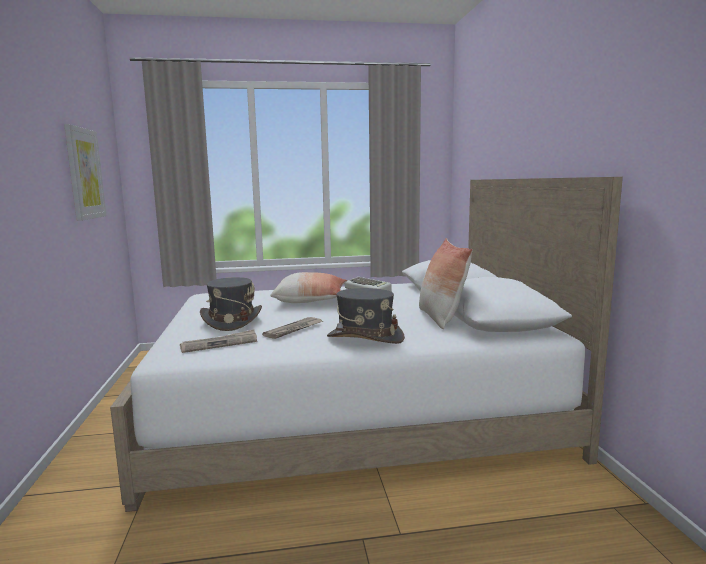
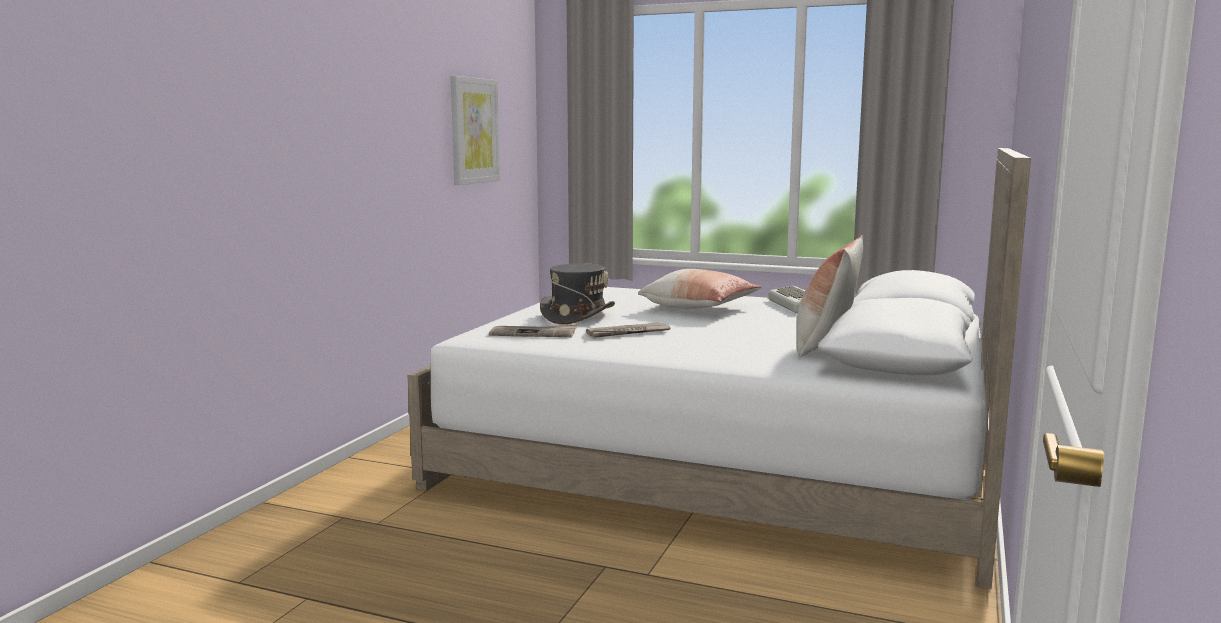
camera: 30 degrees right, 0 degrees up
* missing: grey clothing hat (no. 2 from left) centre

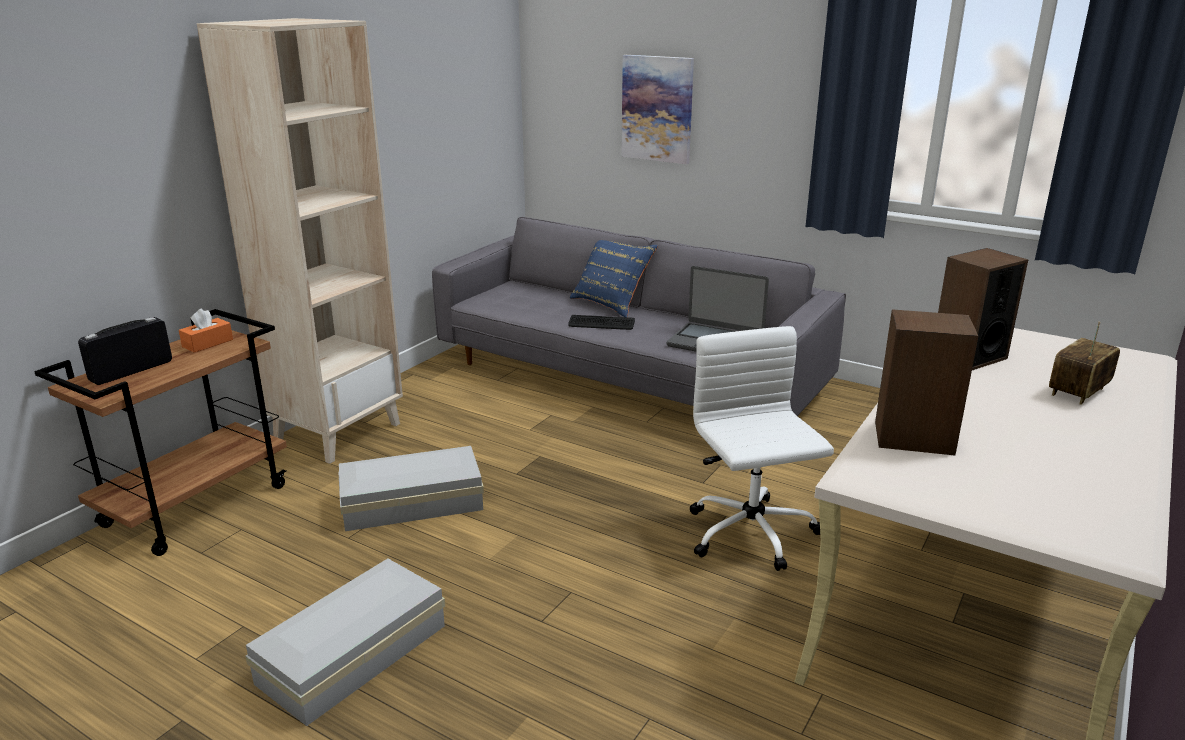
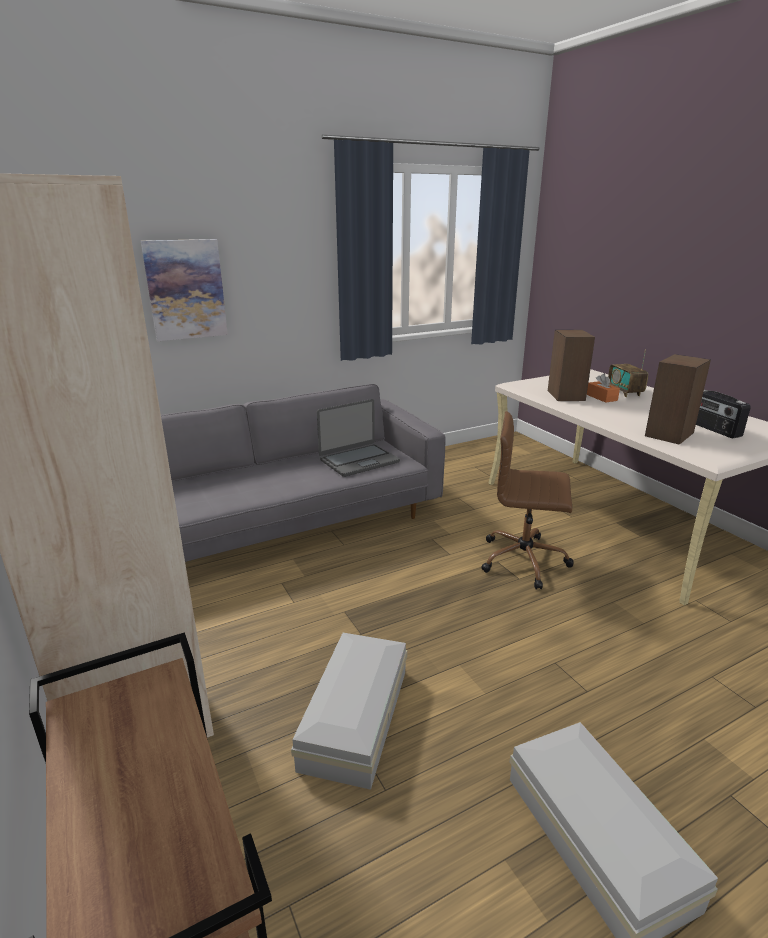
camera: 60 degrees left, 0 degrees up
* missing: blue pillow centre
* relocated: orange box of tissues middle left to middle right
* missing: PC keyboard centre
* relocated: radio receiver (no. 1 from left in the first image) middle left to radio receiver (no. 2 from left) middle right
* colour: whitish desk chair centre to brown desk chair middle right

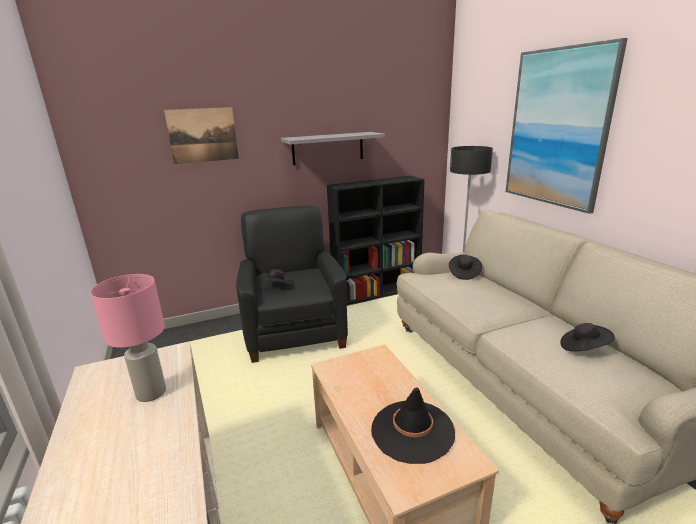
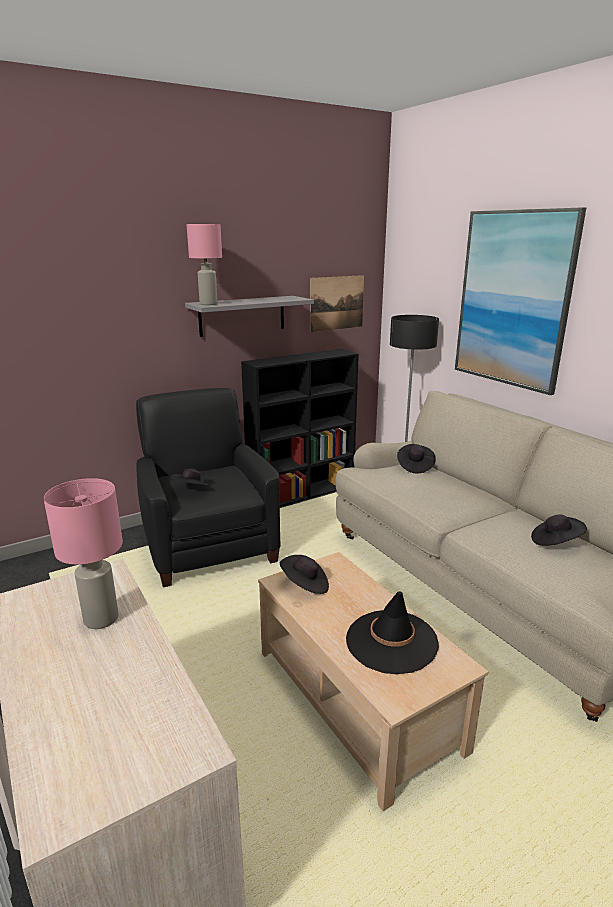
camera: 10 degrees left, 0 degrees up
* relocated: wall art (no. 1 from left) top left to centre
* appeared: pinkish tabletop lamp (no. 2 from left) top left
* appeared: blackish clothing hat (no. 2 from left) centre

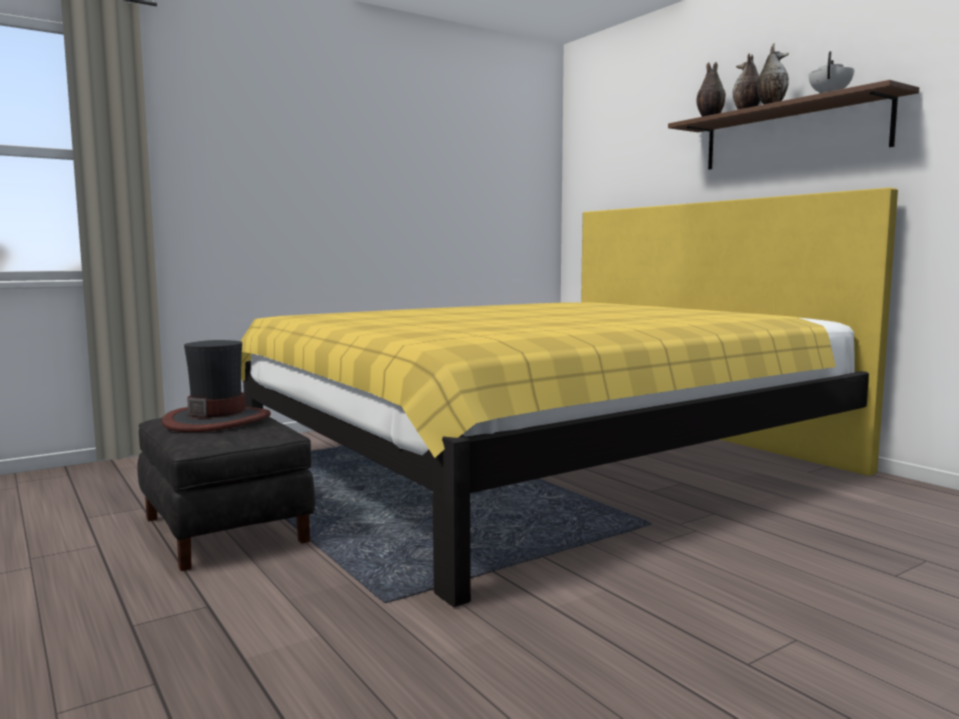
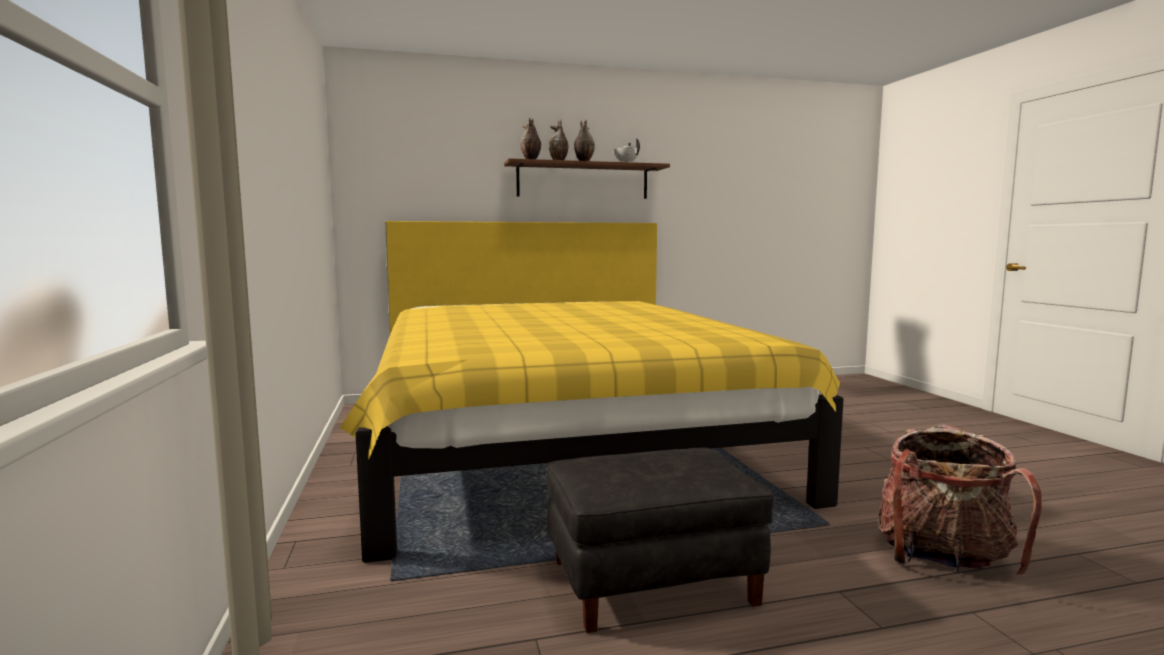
camera: 70 degrees left, 0 degrees up
* missing: clothing hat middle left
* appeared: knapsack bottom right

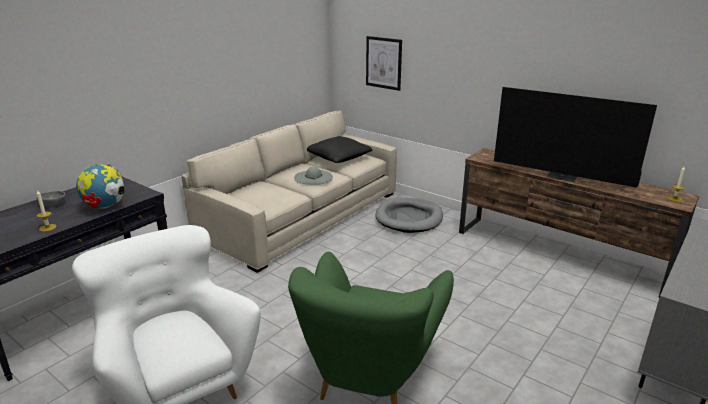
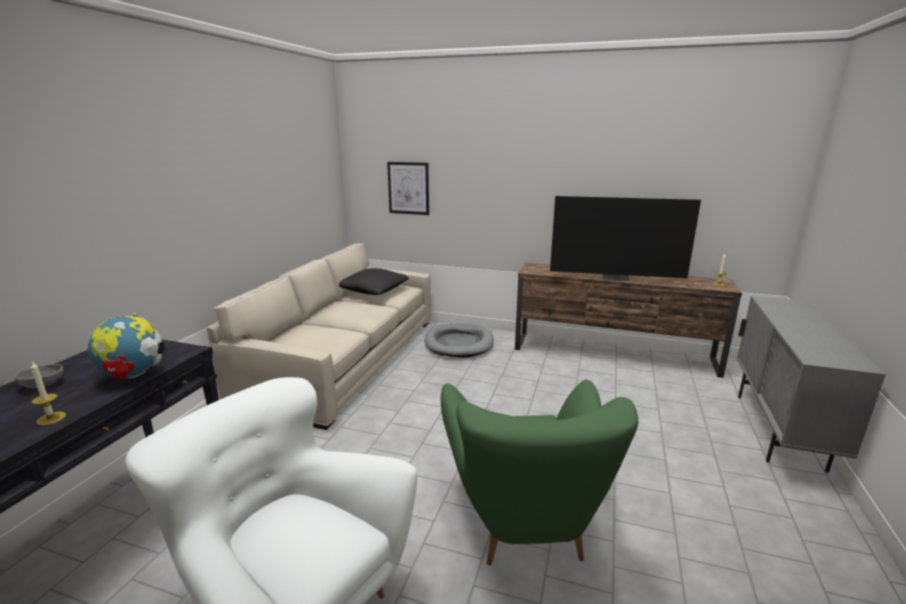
camera: 20 degrees left, 5 degrees down
* missing: grey clothing hat centre

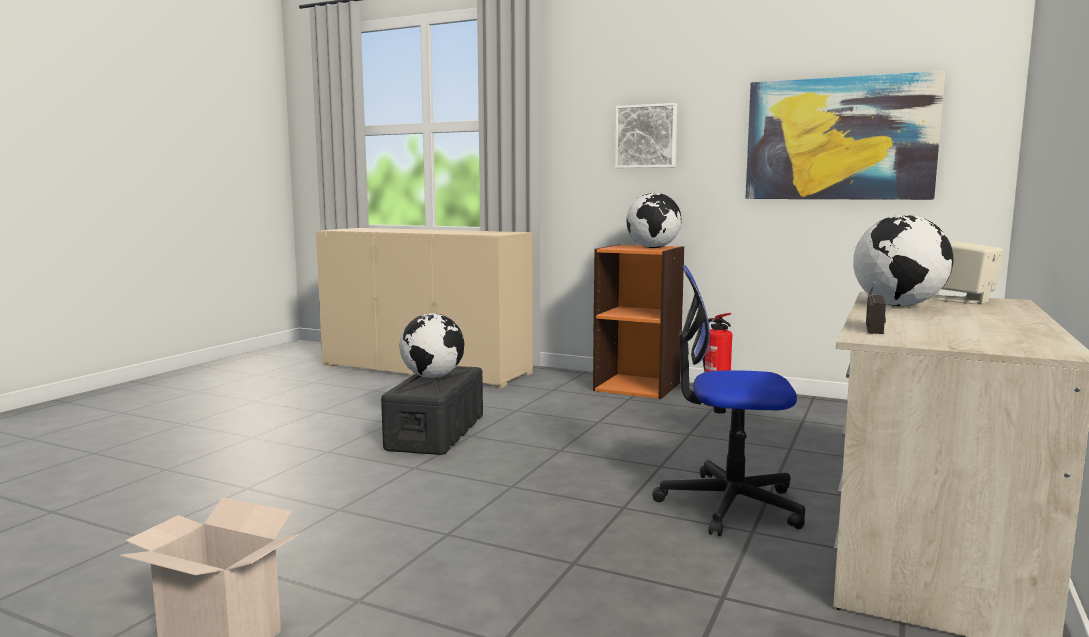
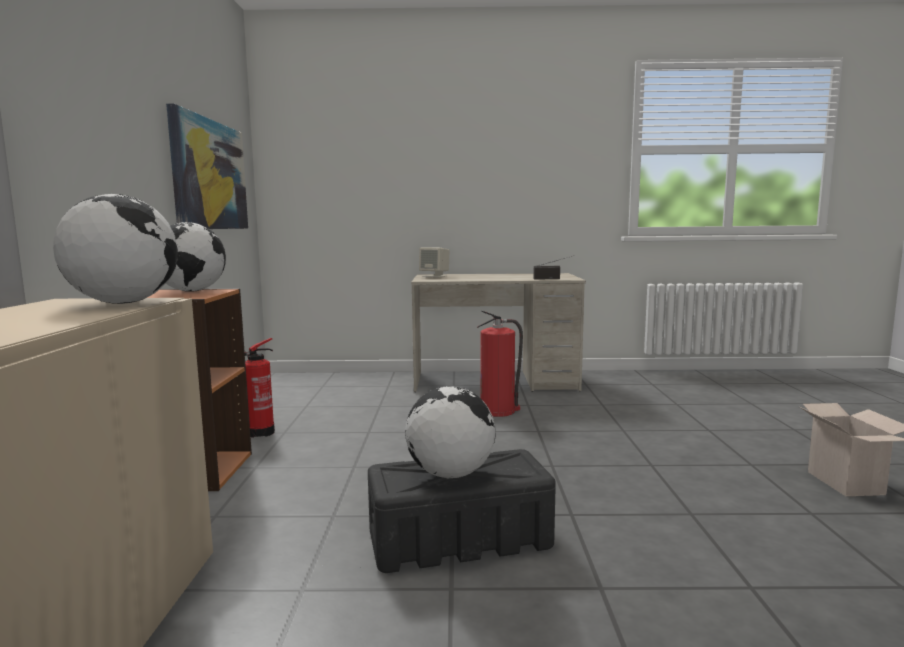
camera: 115 degrees left, 0 degrees up
* missing: wall art (no. 1 from left) top centre
* relocated: globe (no. 3 from left in the first image) middle right to globe (no. 1 from left) middle left
* exchanged: desk chair middle right to fire extinguisher (no. 2 from left) centre

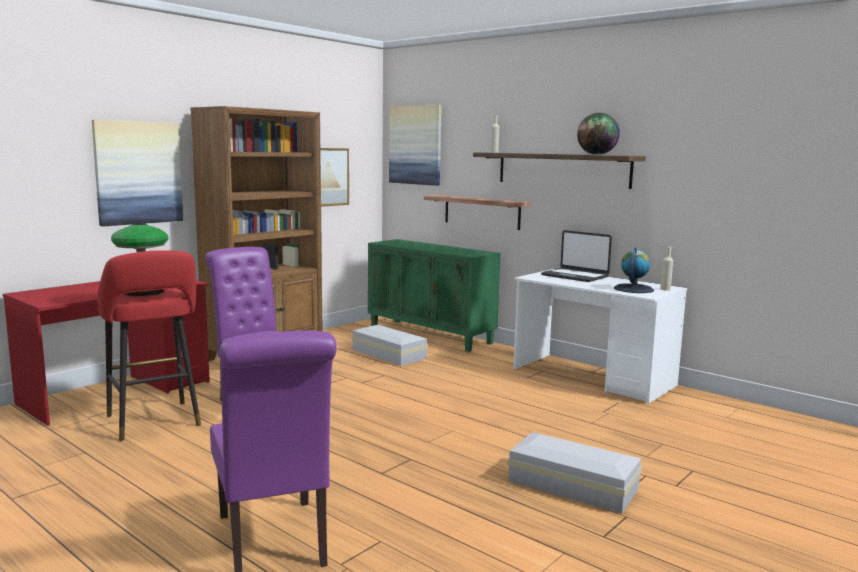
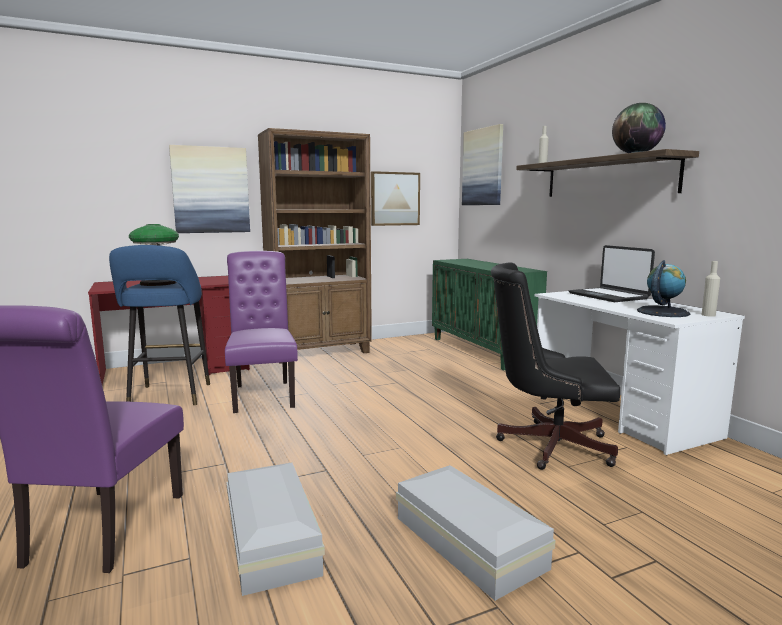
camera: 25 degrees right, 0 degrees up
* missing: bracket shelf (no. 1 from left) centre
* colour: reddish stool seat middle left to blue stool seat middle left
* relocated: whitish storage container (no. 1 from left) centre to bottom centre
* appeared: blackish desk chair middle right

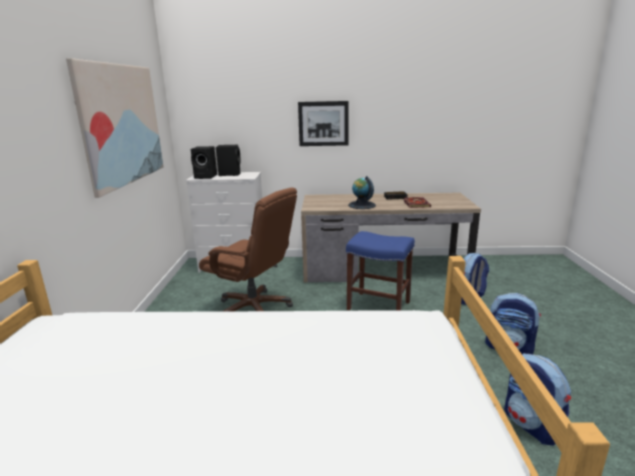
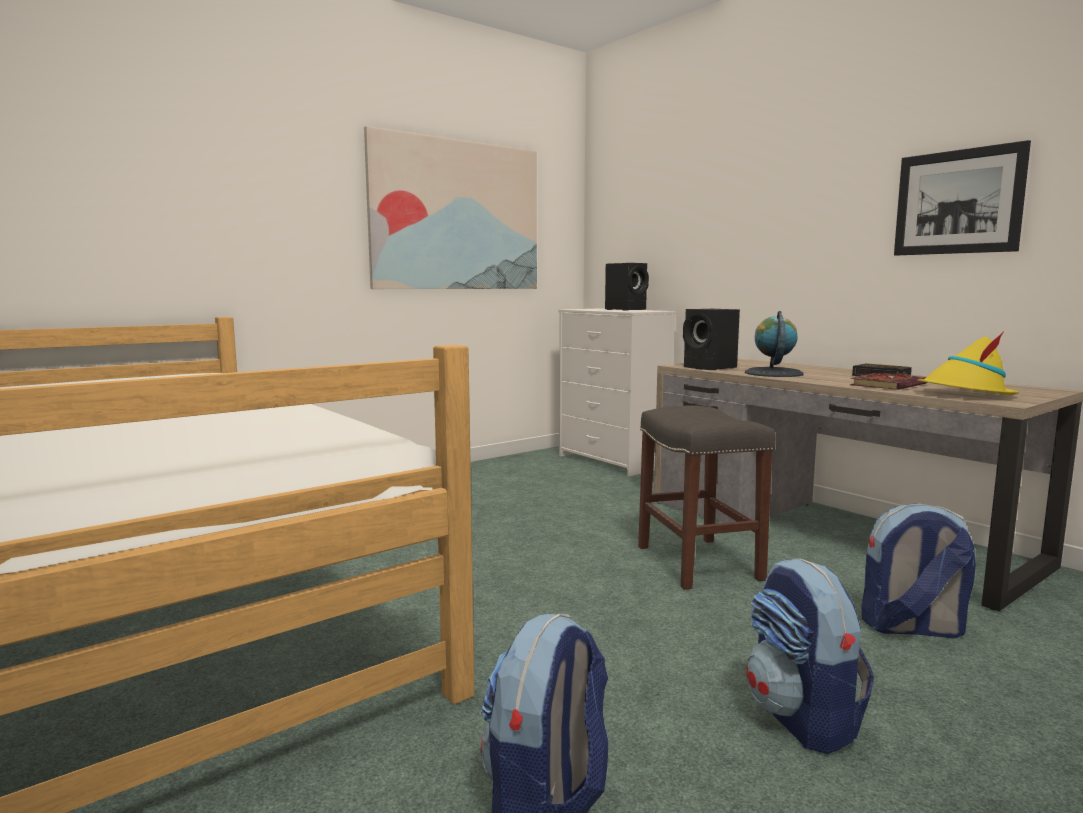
camera: 50 degrees right, 10 degrees down
* relocated: wall art (no. 2 from left) top centre to top right
* relocated: blackish speaker (no. 1 from left in the first image) middle left to blackish speaker (no. 2 from left) centre
* missing: brown desk chair centre
* colour: blue stool seat centre to grey stool seat centre
* appeared: yellow-coloured clothing hat middle right

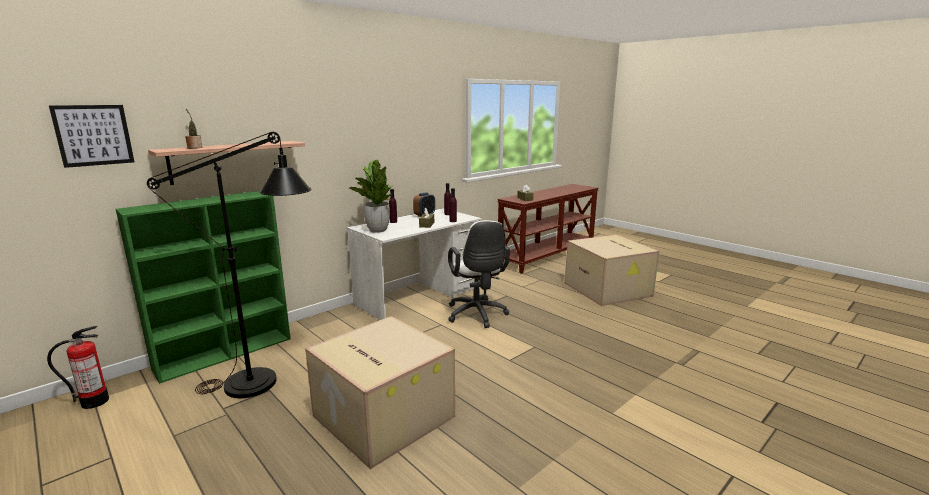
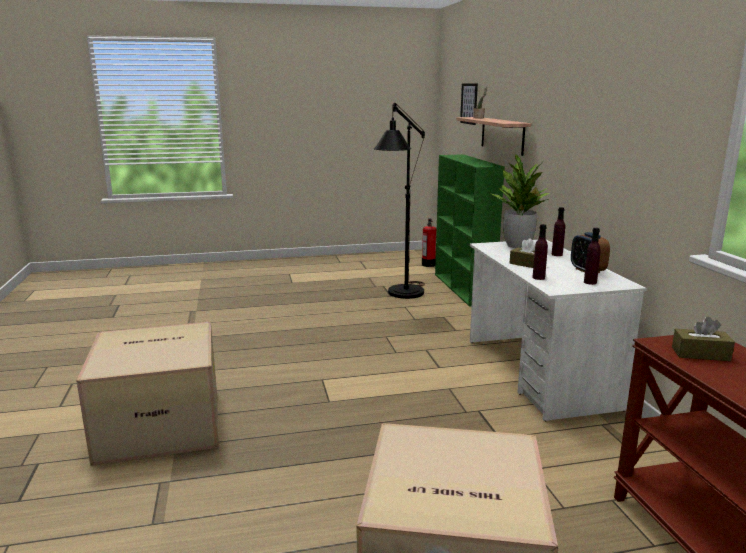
camera: 120 degrees right, 0 degrees up
* missing: whitish desk chair centre
* relocated: carton (no. 1 from left) bottom centre to bottom left

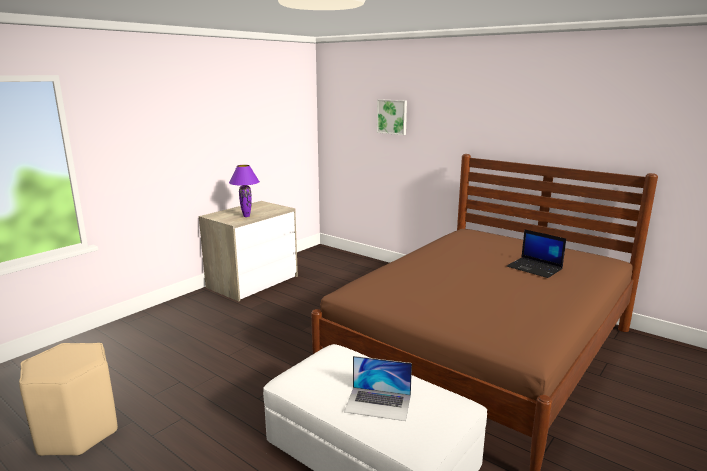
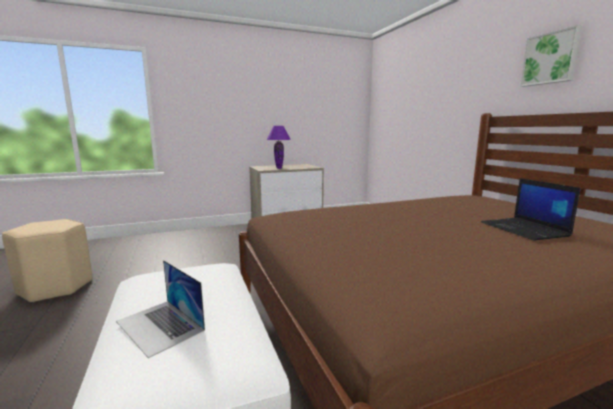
camera: 30 degrees right, 5 degrees down
* relocated: wall art top centre to top right

